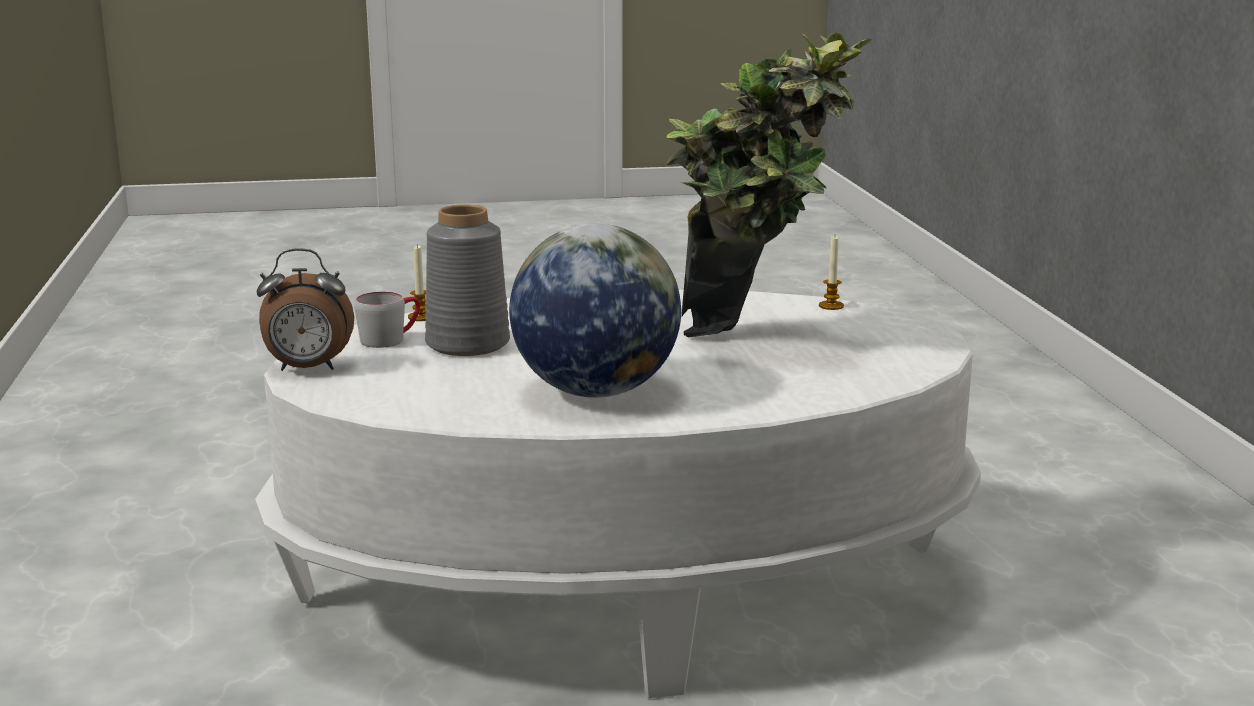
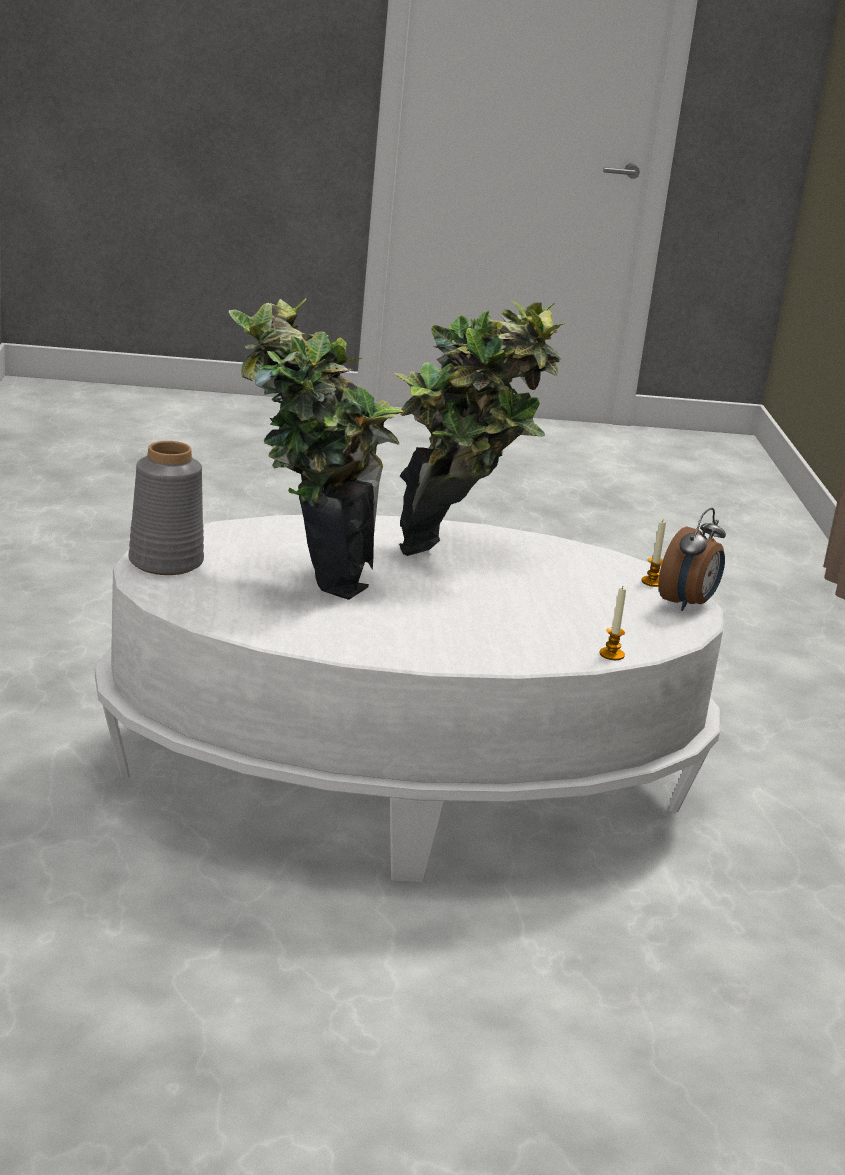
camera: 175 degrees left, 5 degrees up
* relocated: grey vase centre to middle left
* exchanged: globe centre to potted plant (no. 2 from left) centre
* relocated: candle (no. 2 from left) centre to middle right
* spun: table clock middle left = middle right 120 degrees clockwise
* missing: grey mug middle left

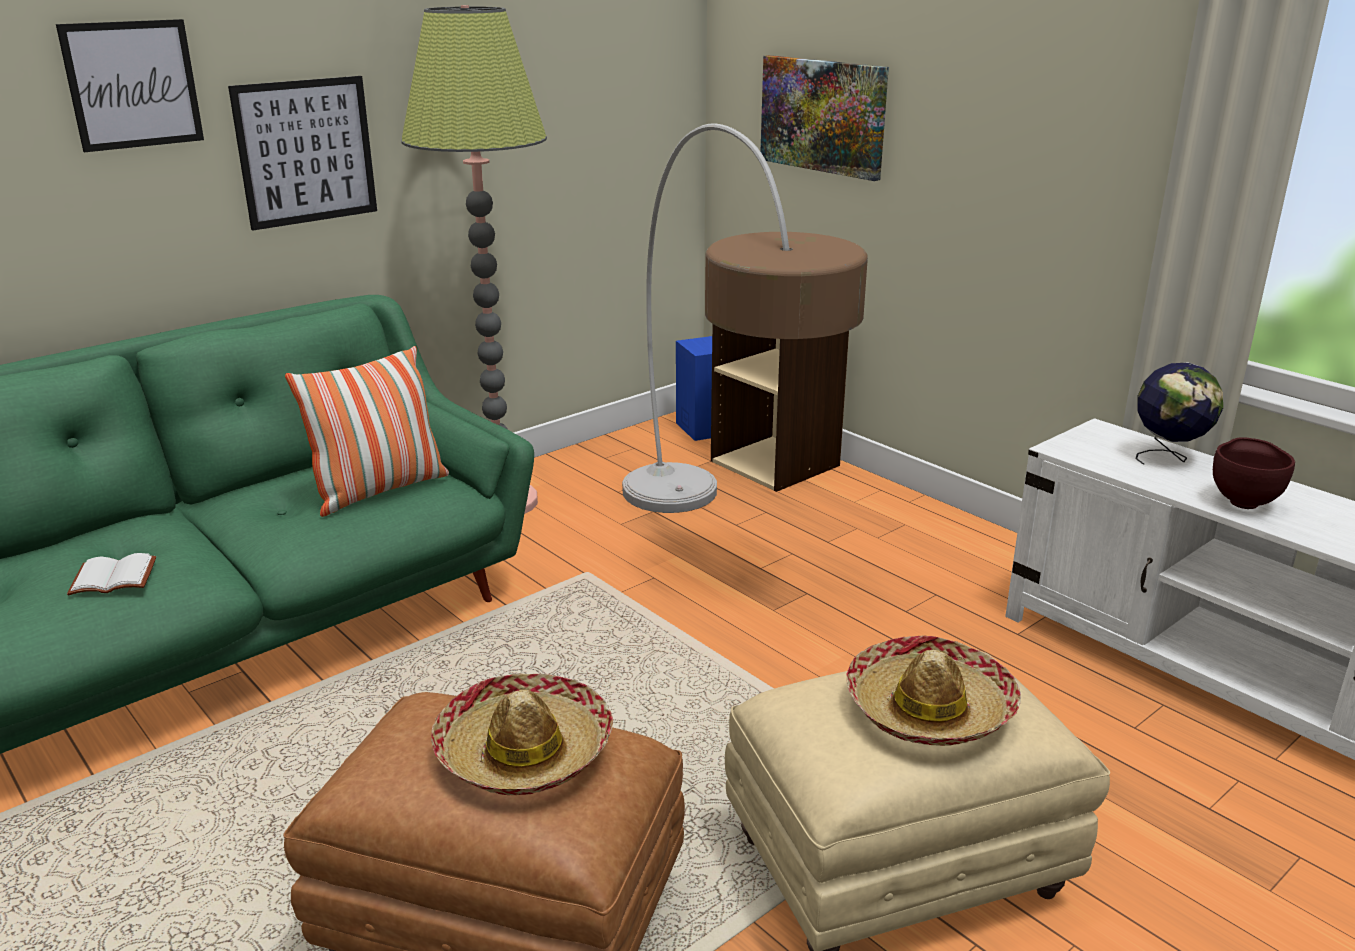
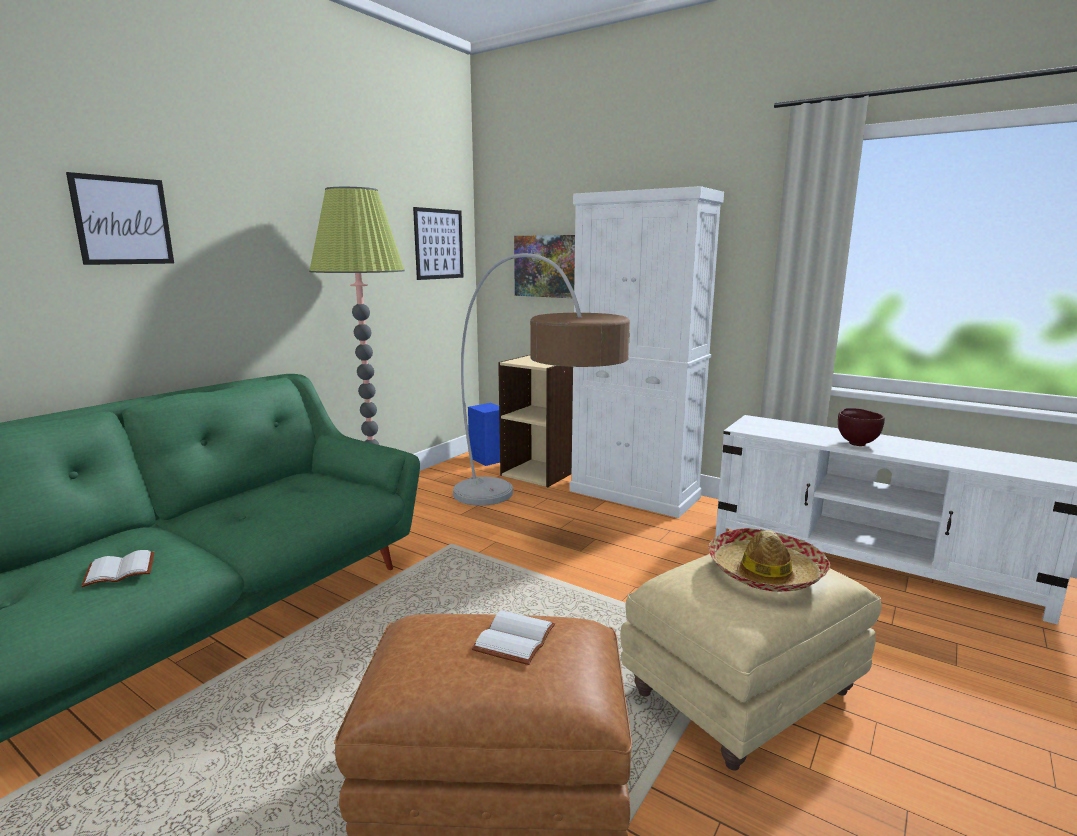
camera: 15 degrees left, 10 degrees down
* relocated: wall art (no. 2 from left) top left to top centre
* missing: pillow middle left
* missing: globe middle right
* exchanged: clothing hat (no. 1 from left) bottom centre to whitish bound book (no. 2 from left) bottom centre
* appeared: whitish cupboard centre

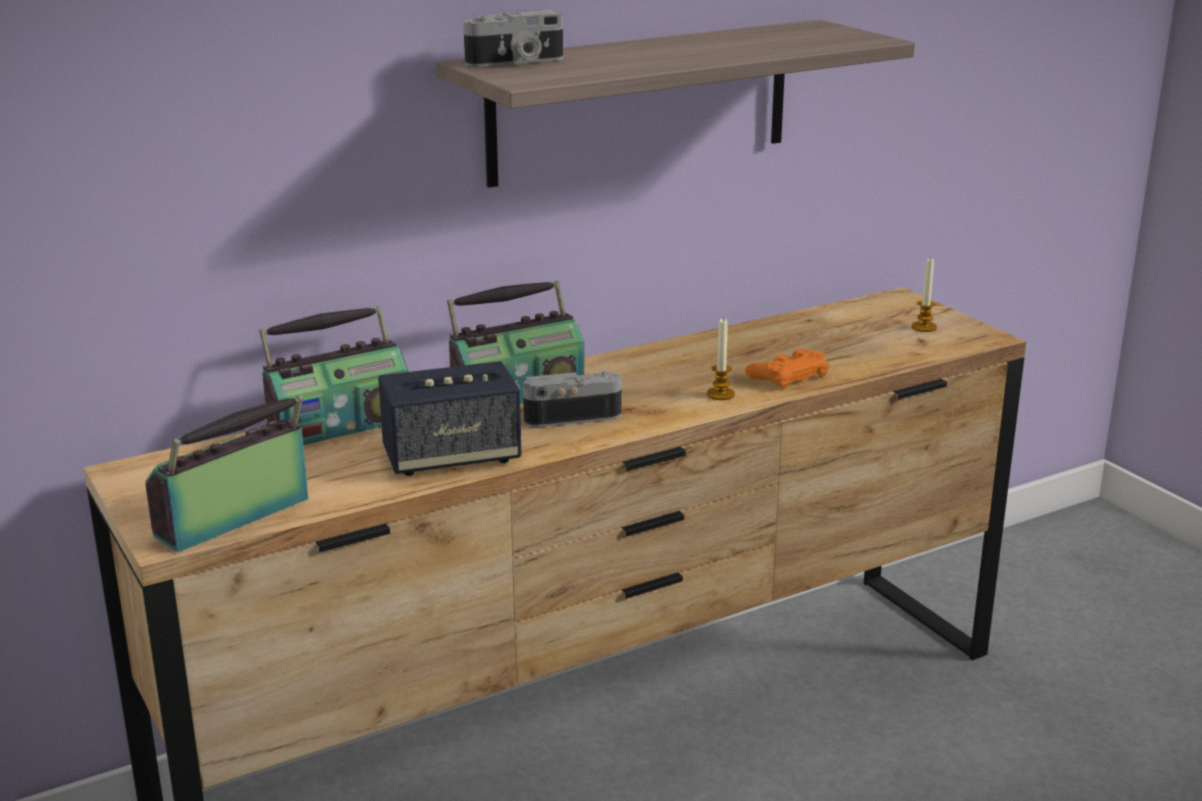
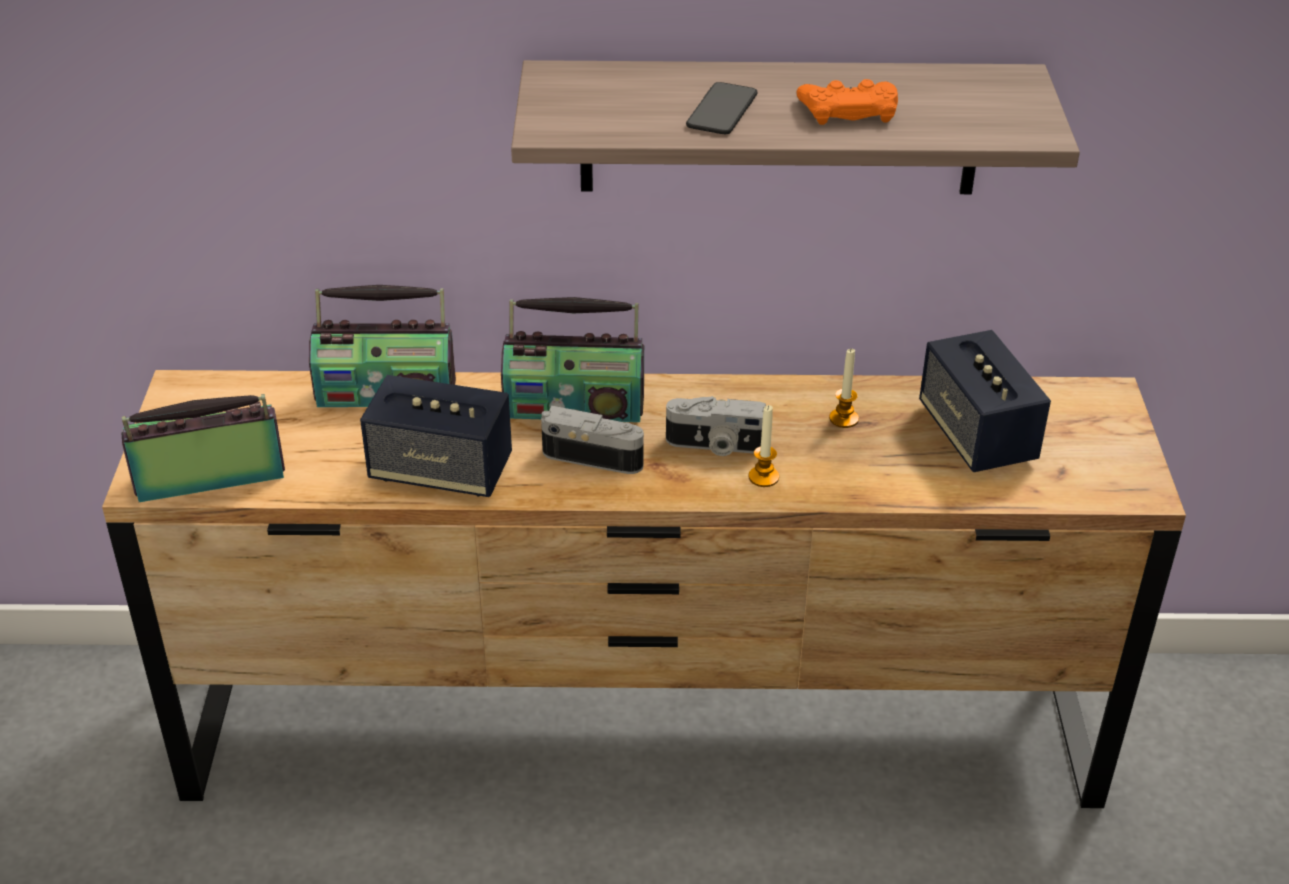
camera: 30 degrees right, 15 degrees up
* relocated: photo camera (no. 1 from left in the first image) top centre to photo camera (no. 2 from left) centre
* relocated: candle (no. 2 from left) middle right to centre
* relocated: orange joypad centre to top centre
* appeared: phone top centre
* appeared: speaker (no. 2 from left) middle right

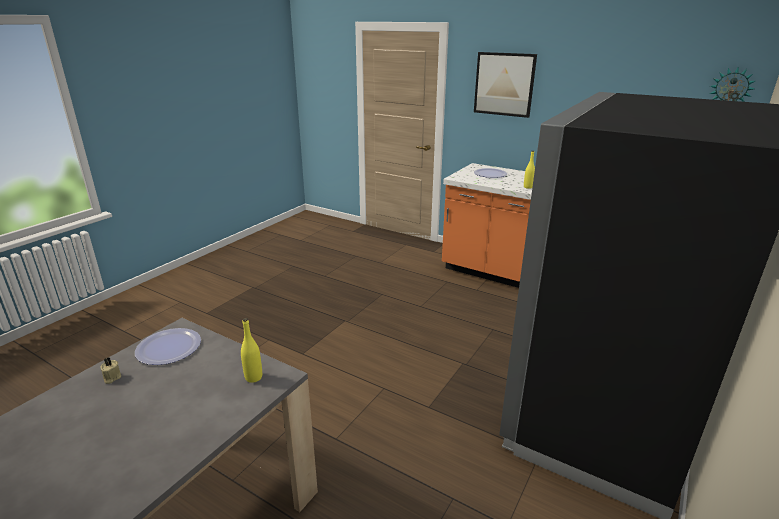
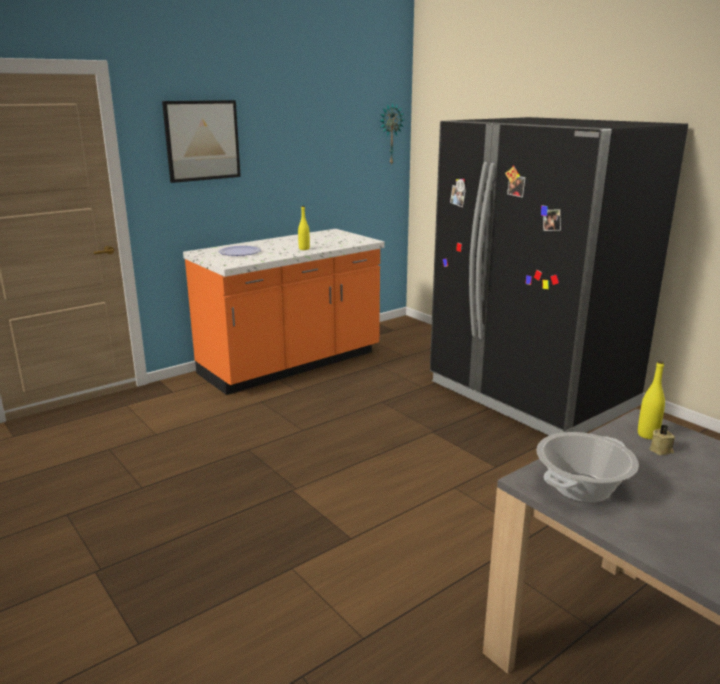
camera: 70 degrees left, 5 degrees down
* exchanged: dinner plate (no. 1 from left) bottom left to saucepot bottom right
* relocated: beige candle bottom left to middle right

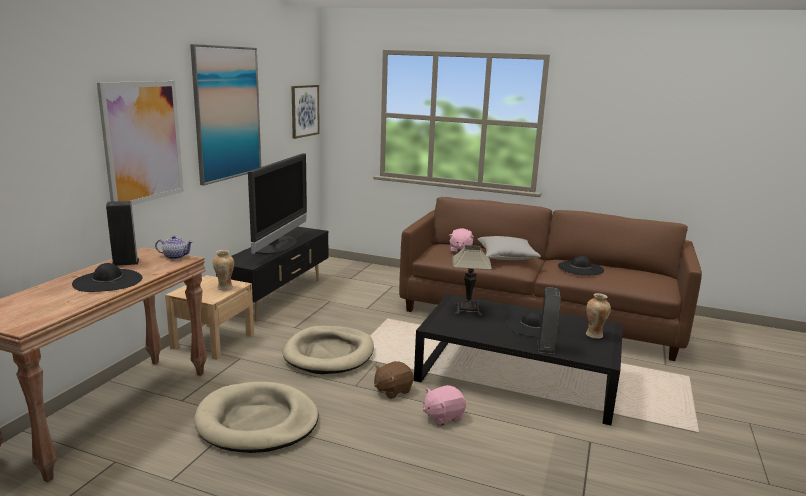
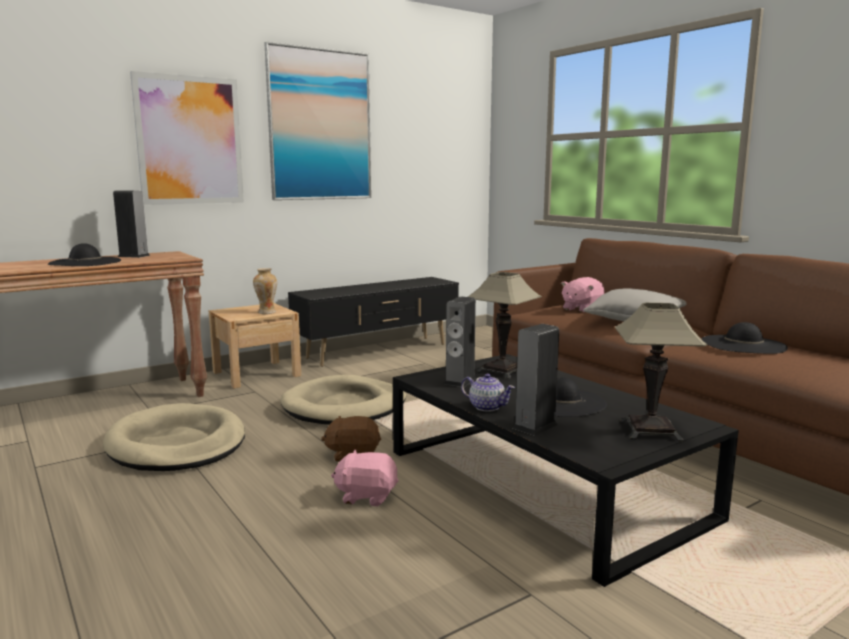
camera: 35 degrees right, 5 degrees down
* missing: wall art (no. 3 from left) top centre
* missing: TV set centre
* relocated: tea pot middle left to centre
* exchanged: vase (no. 2 from left) middle right to tabletop lamp (no. 2 from left) middle right
* appeared: speaker (no. 2 from left) centre

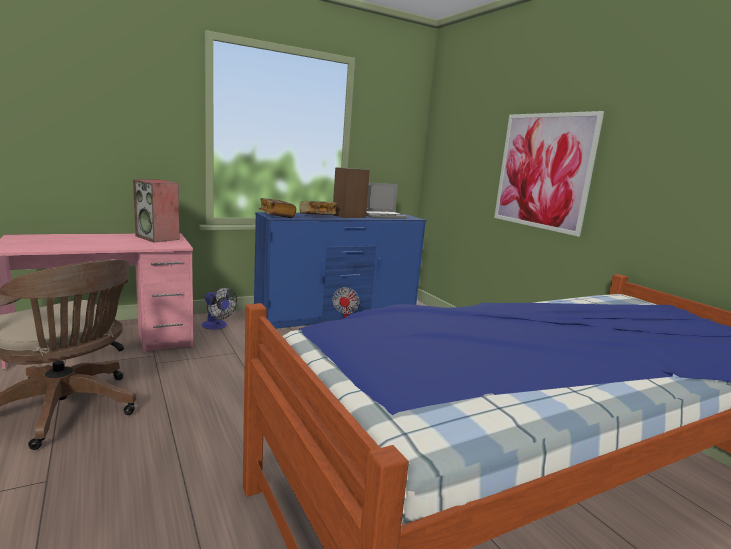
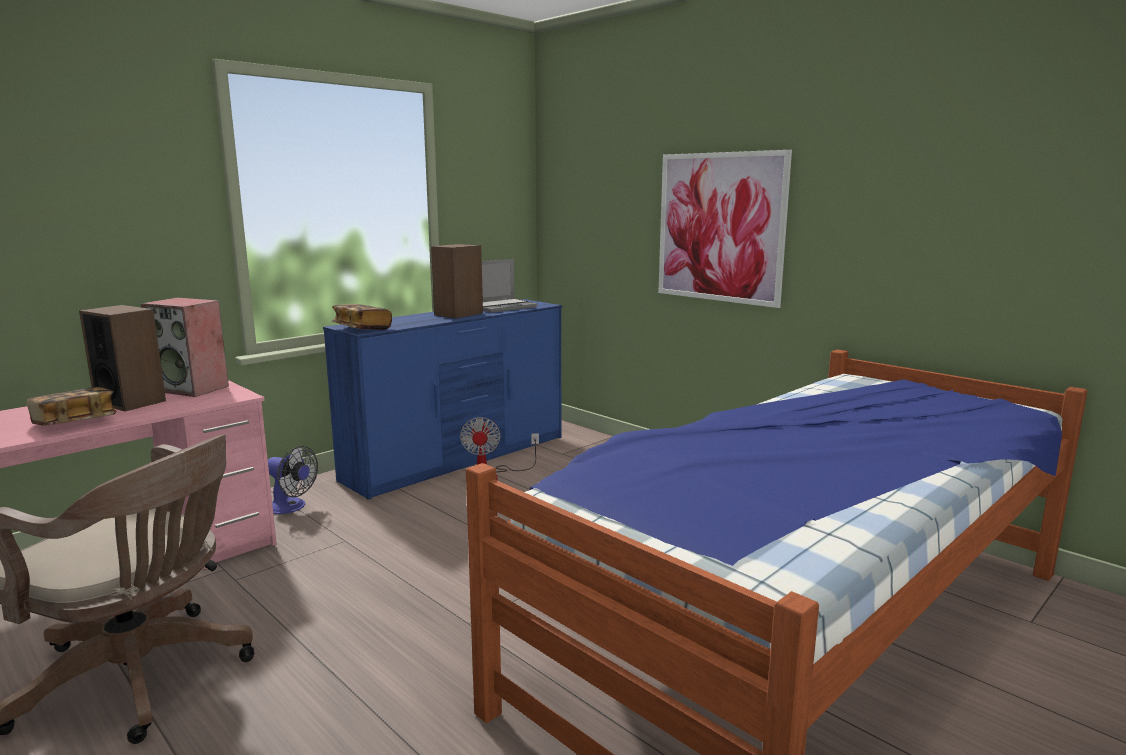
camera: 15 degrees left, 0 degrees up
* relocated: bound book (no. 2 from left in the first image) centre to bound book (no. 1 from left) middle left
* appeared: speaker (no. 1 from left) middle left

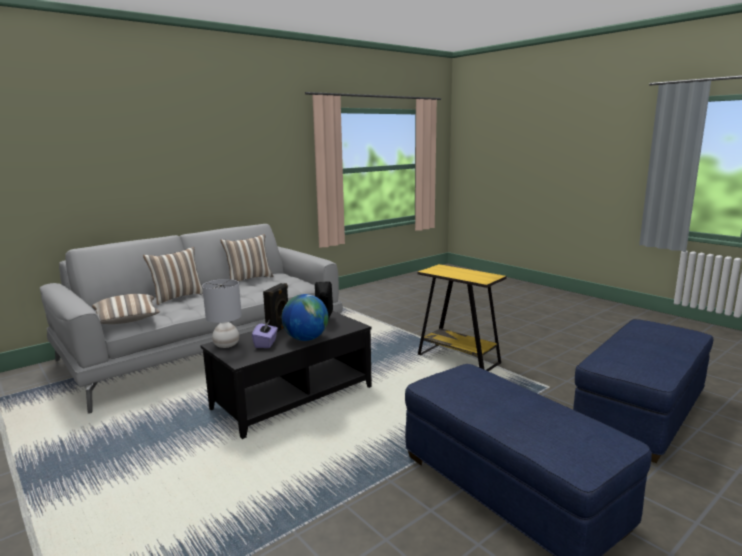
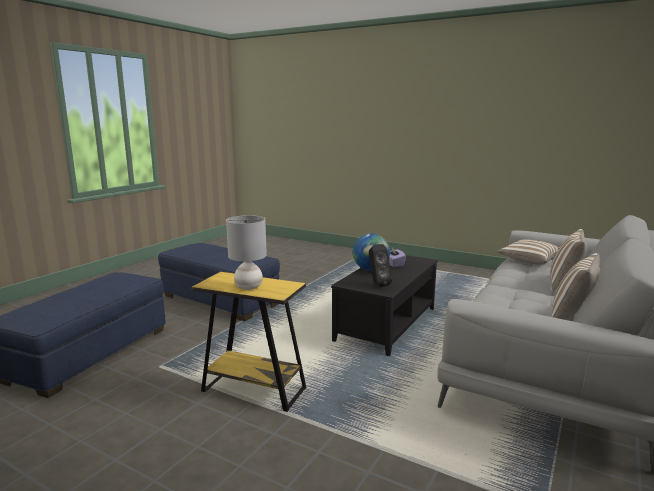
camera: 160 degrees right, 0 degrees up
* relocated: grey tabletop lamp middle left to centre
* missing: blackish speaker (no. 1 from left) centre

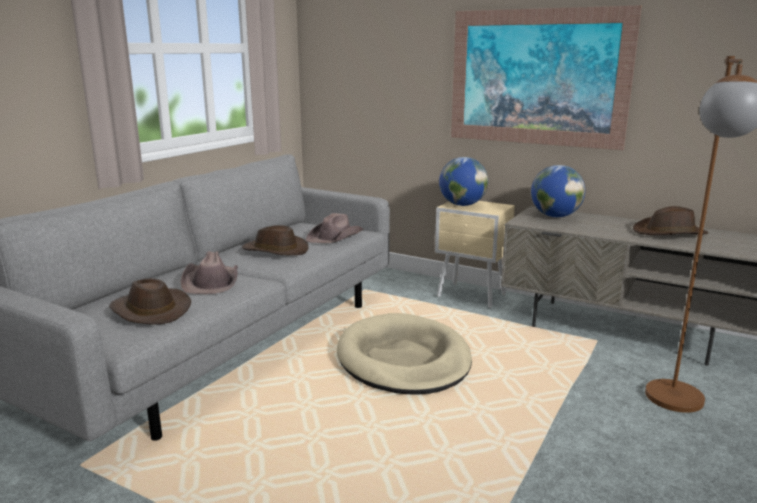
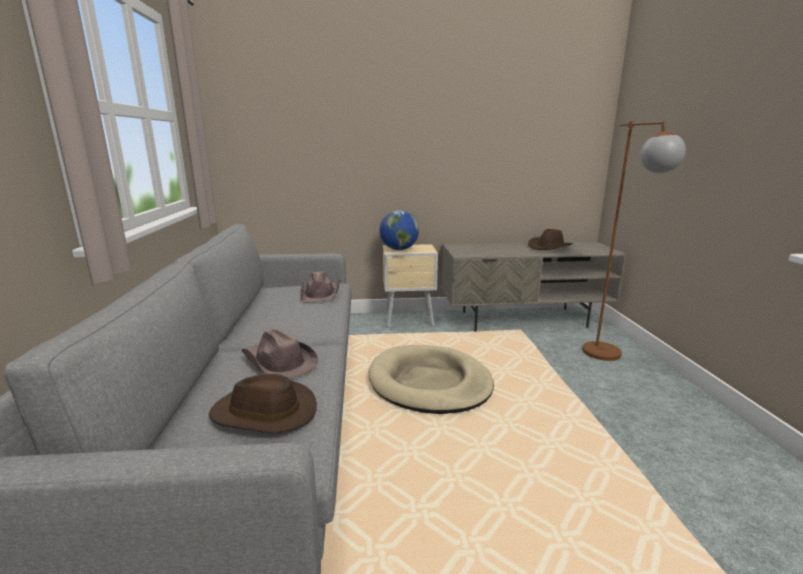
camera: 35 degrees left, 0 degrees up
* missing: wall art top right
* missing: globe (no. 2 from left) middle right
* missing: brown clothing hat (no. 3 from left) centre

